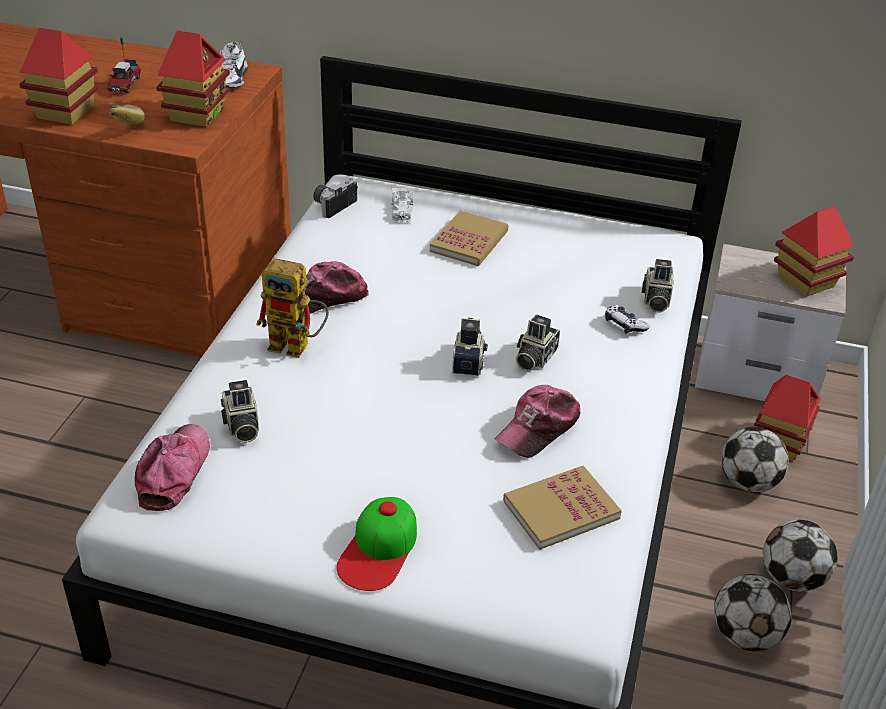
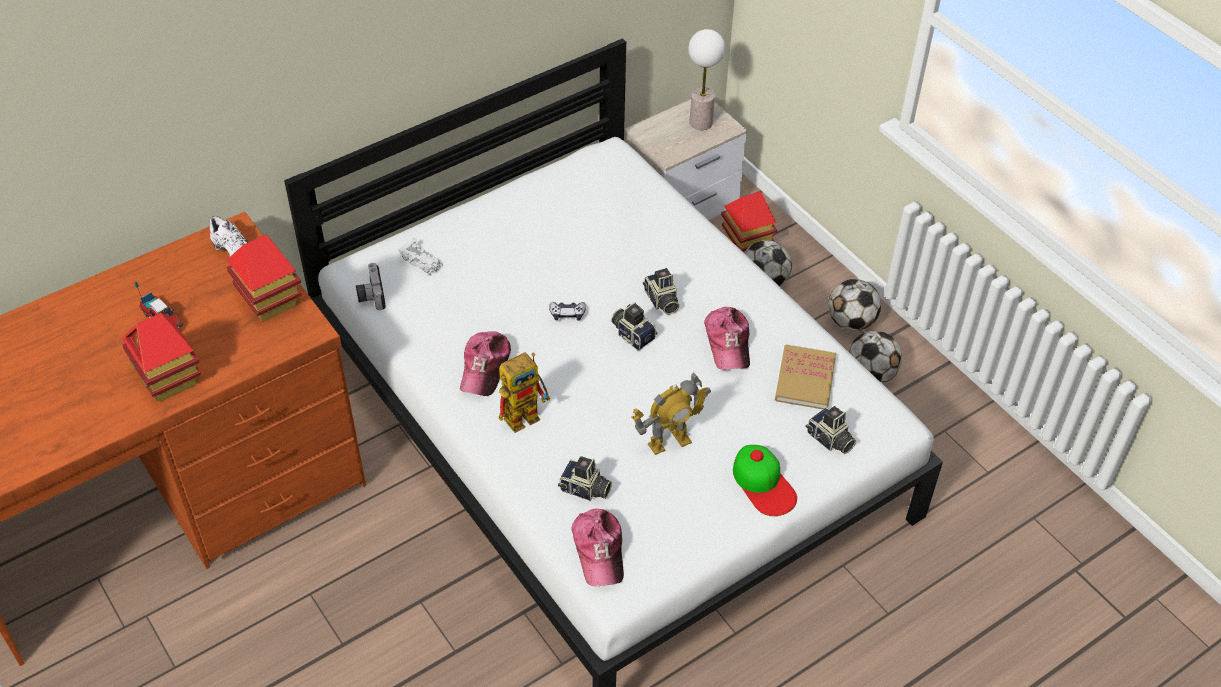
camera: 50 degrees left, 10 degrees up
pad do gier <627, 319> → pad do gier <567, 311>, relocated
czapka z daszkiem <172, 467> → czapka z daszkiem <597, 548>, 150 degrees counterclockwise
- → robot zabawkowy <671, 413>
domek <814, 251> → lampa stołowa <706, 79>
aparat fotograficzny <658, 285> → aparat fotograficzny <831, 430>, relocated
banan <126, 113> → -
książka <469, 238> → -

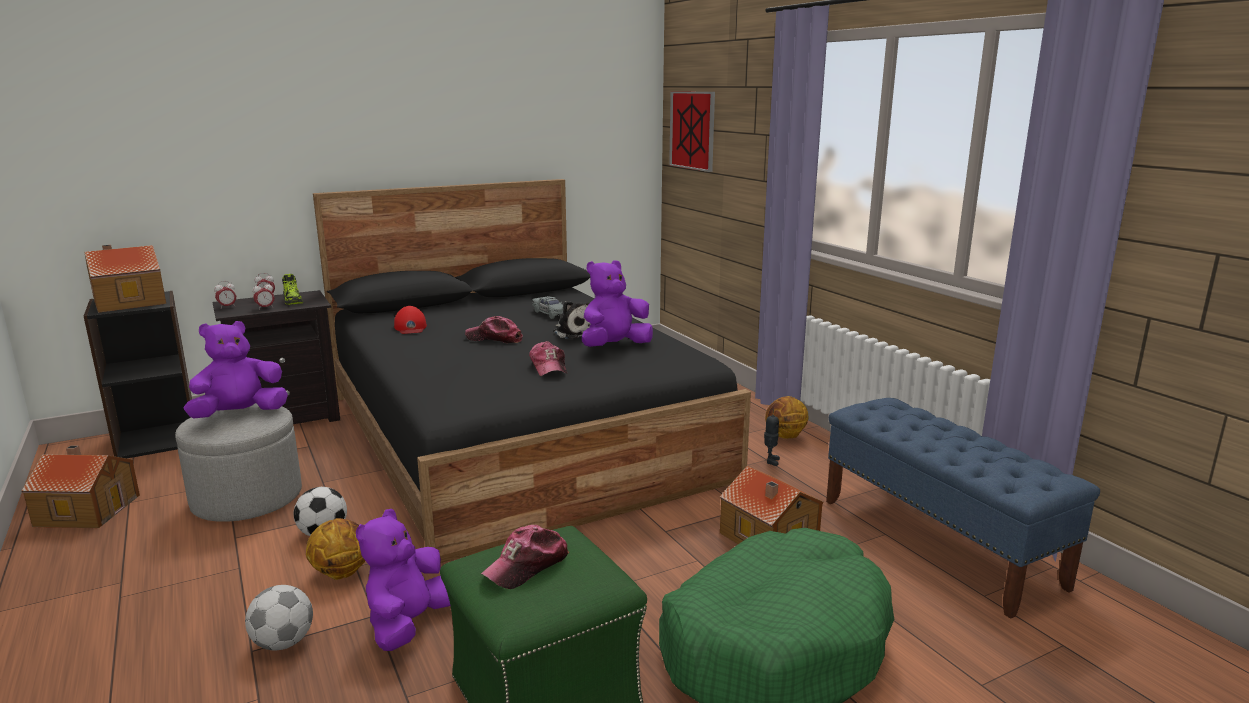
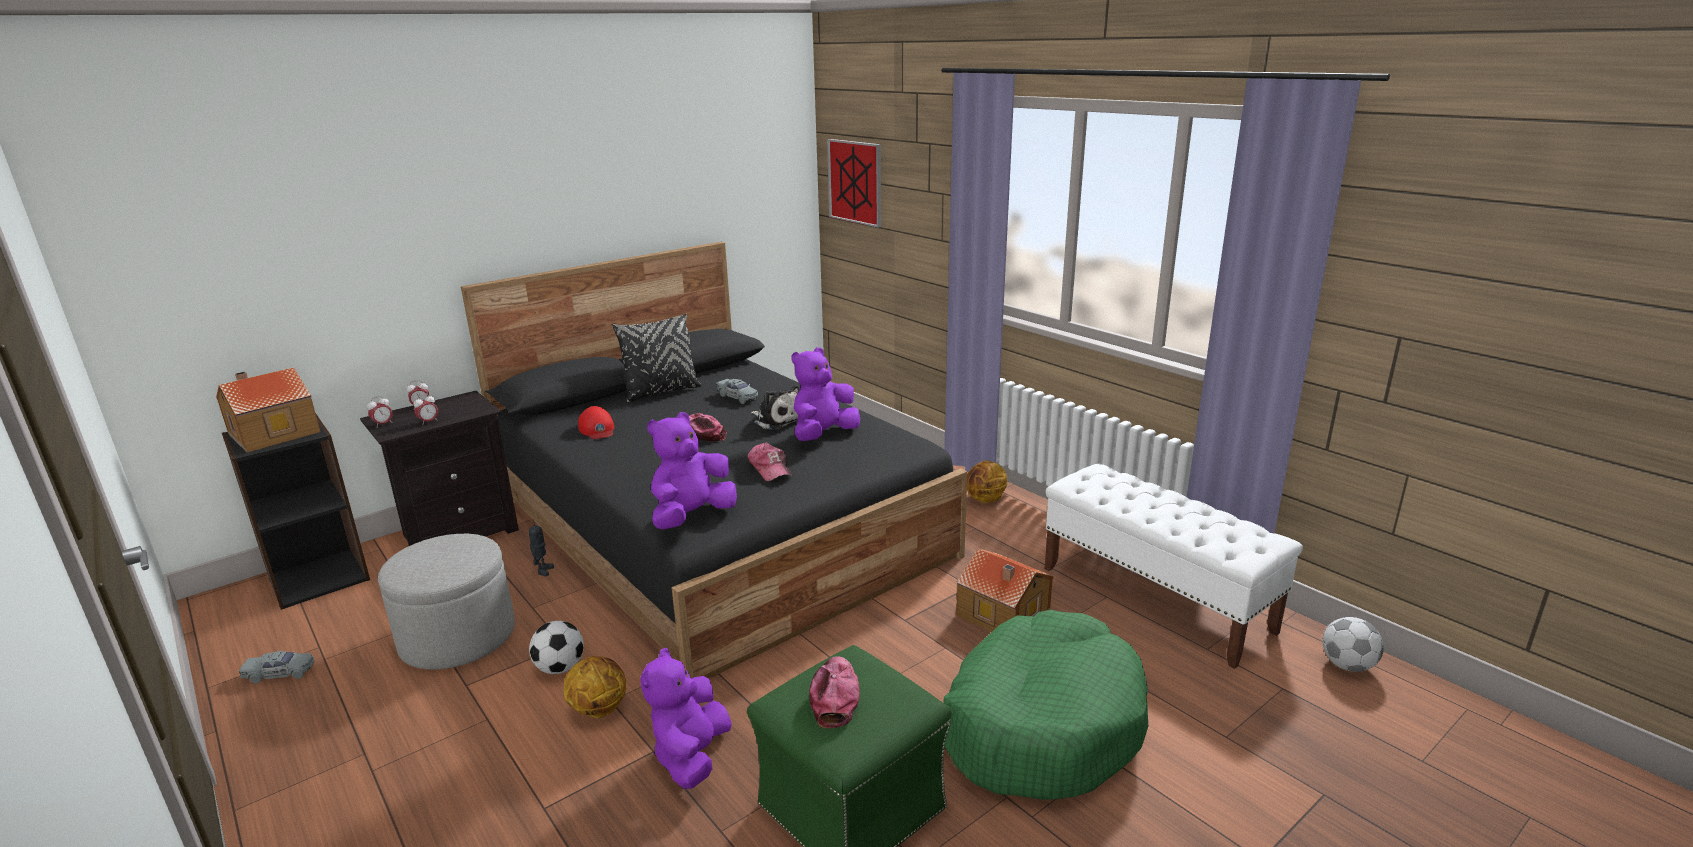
camera: 10 degrees left, 5 degrees up
domek <81, 486> → samochodzik (szary) <276, 666>
robot zabawkowy <772, 437> → robot zabawkowy <541, 548>, relocated
- → poduszka (czarny) <656, 358>
pluszak (fioletowy) <235, 369> → pluszak (fioletowy) <692, 471>, relocated
czapka z daszkiem <525, 557> → czapka z daszkiem <834, 692>, 150 degrees clockwise
ławka (niebieski) <963, 508> → ławka (biały) <1174, 566>
piłka futbolowa <279, 617> → piłka futbolowa <1353, 644>, relocated
but <292, 289> → -

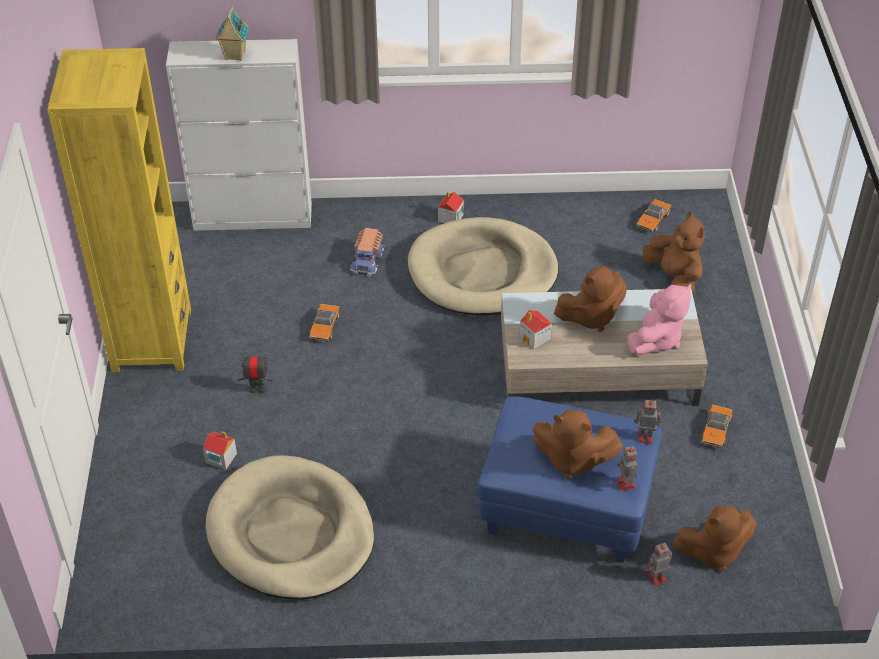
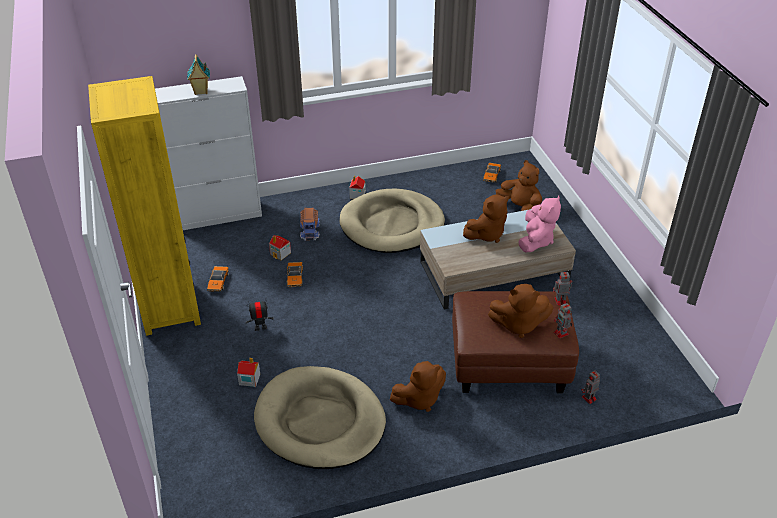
camera: 15 degrees left, 5 degrees down
samochodzik <717, 426> → samochodzik <218, 279>, relocated
domek <535, 329> → domek <280, 247>, relocated
pluszak (brązowy) <714, 538> → pluszak (brązowy) <418, 386>, relocated
pufa (niebieski) <570, 479> → pufa (brązowy) <515, 342>

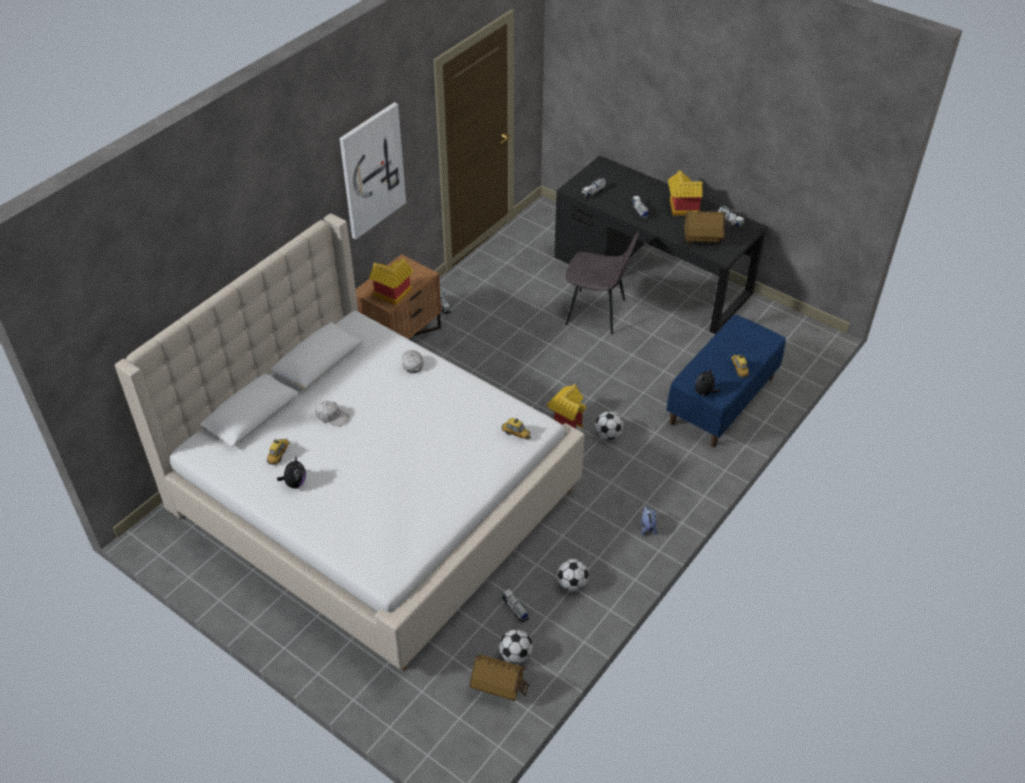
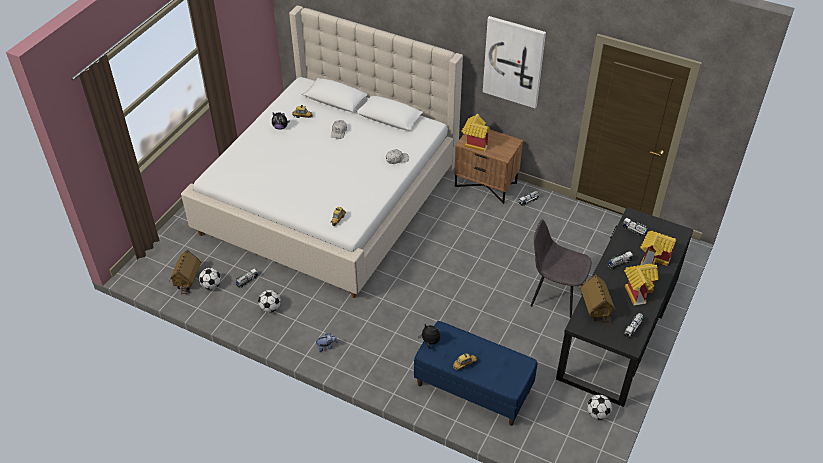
camera: 80 degrees right, 0 degrees up
krzesło (szary) <602, 282> → krzesło (szary) <561, 268>, 105 degrees clockwise
piłka futbolowa <609, 425> → piłka futbolowa <599, 407>, relocated
domek <566, 407> → domek <658, 248>, relocated

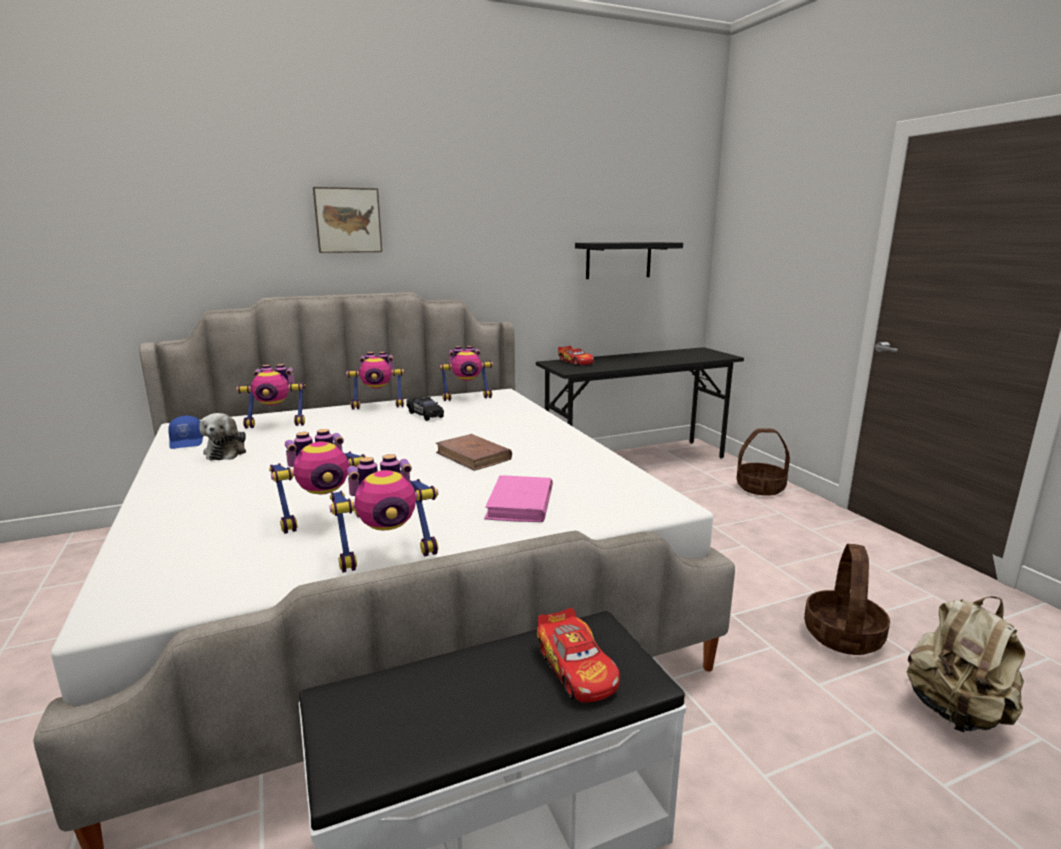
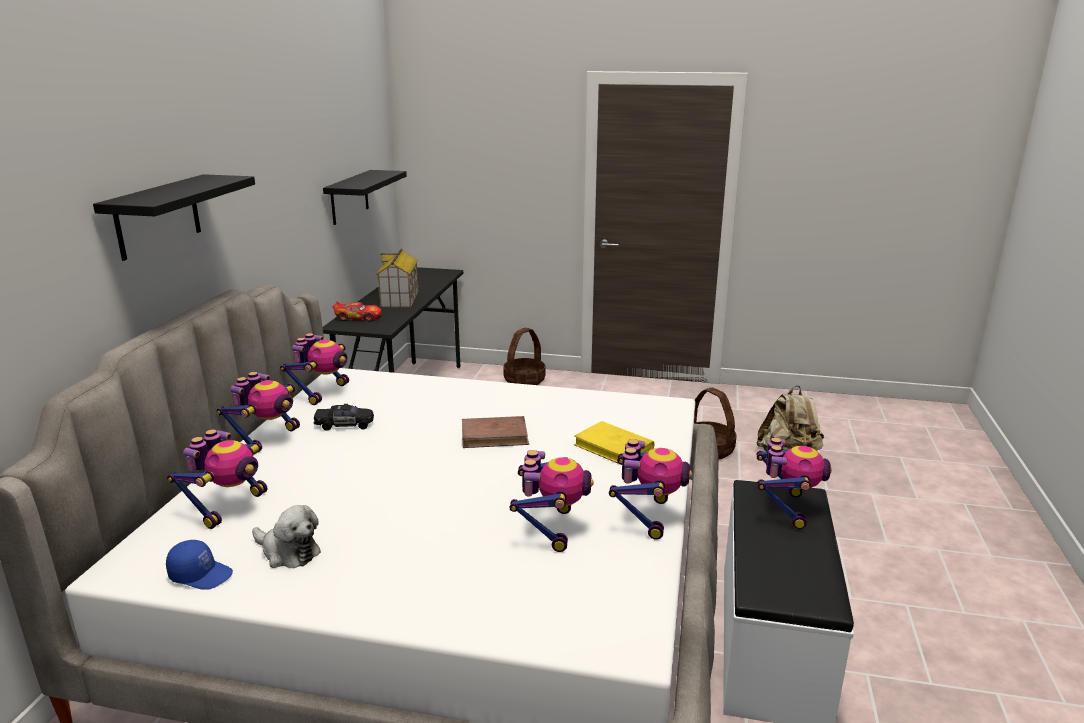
camera: 55 degrees left, 5 degrees up
obraz <347, 220> → półka (czarny) <174, 217>
- → domek <397, 277>
książka (różowy) <518, 498> → książka (żółty) <614, 443>
samochodzik <578, 655> → robot zabawkowy <794, 483>

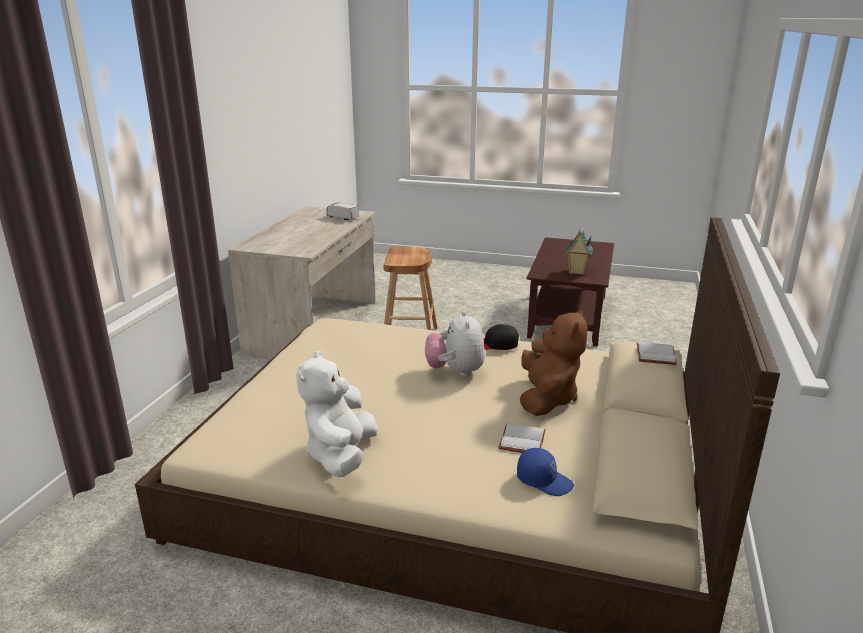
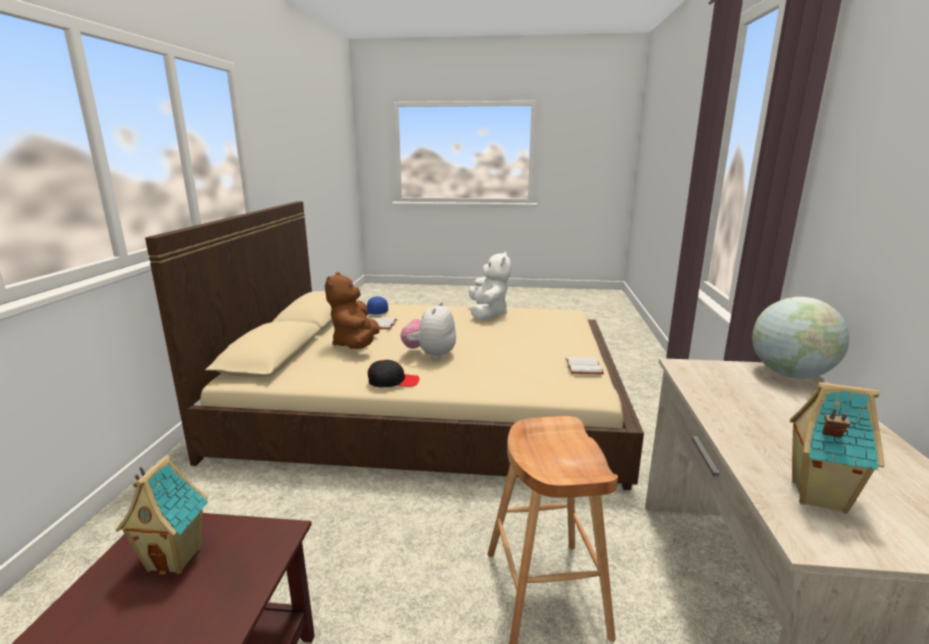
camera: 170 degrees right, 5 degrees down
pluszak <455, 344> → pluszak <428, 331>, 150 degrees counterclockwise
książka (biały) <657, 353> → książka (biały) <584, 365>, relocated
- → globus <800, 337>
ciężarówka zabawkowa <342, 211> → domek <837, 448>

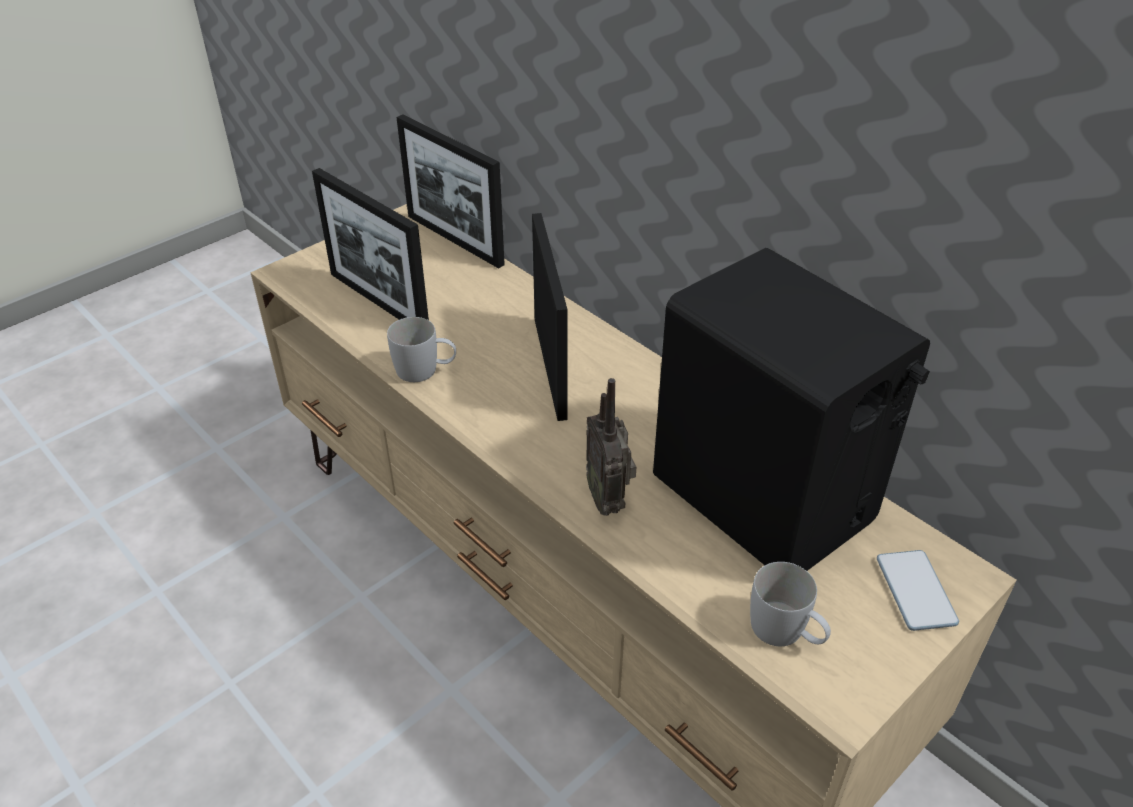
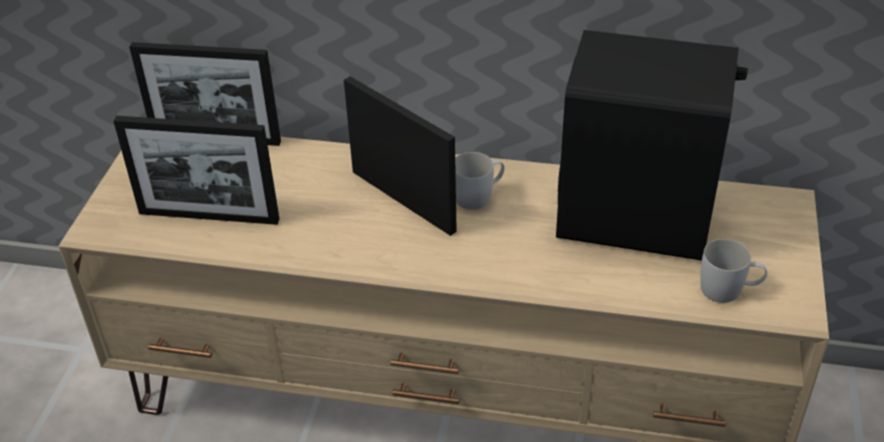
camera: 35 degrees left, 0 degrees up
kubek (biały) <421, 349> → kubek (biały) <479, 181>, relocated
radio <611, 447> → -
telefon <918, 590> → -

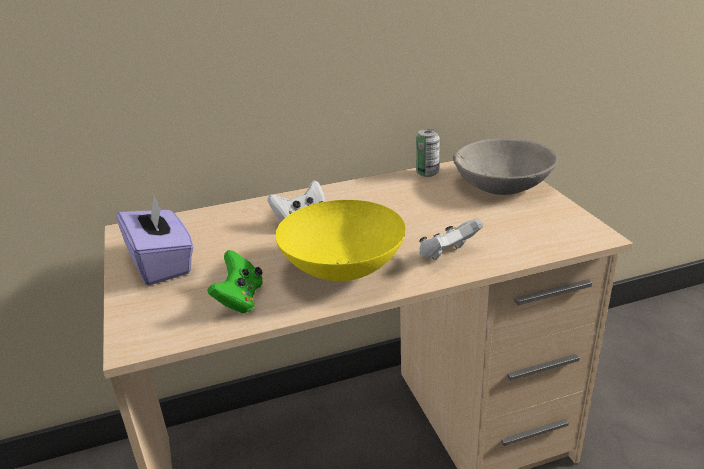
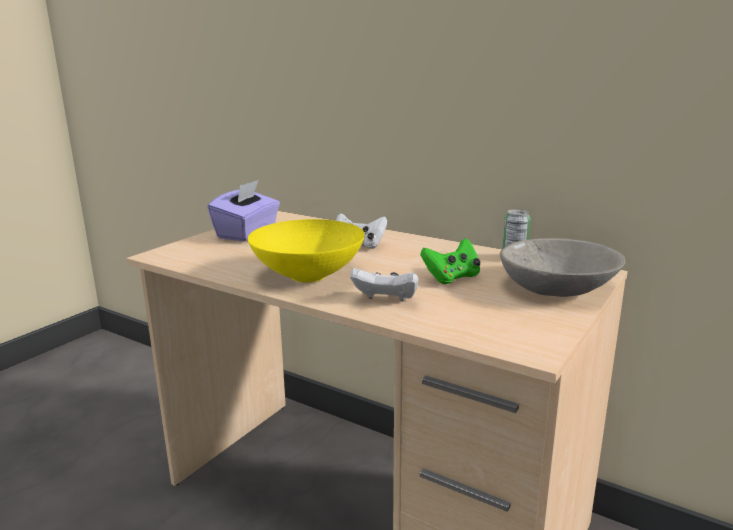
camera: 50 degrees right, 10 degrees down
pad do gier (zielony) <235, 281> → pad do gier (zielony) <450, 261>, relocated

